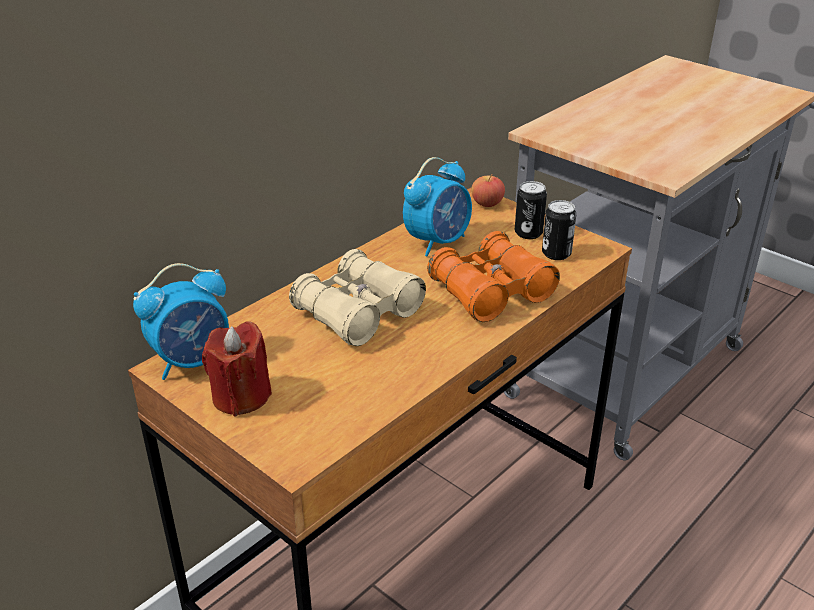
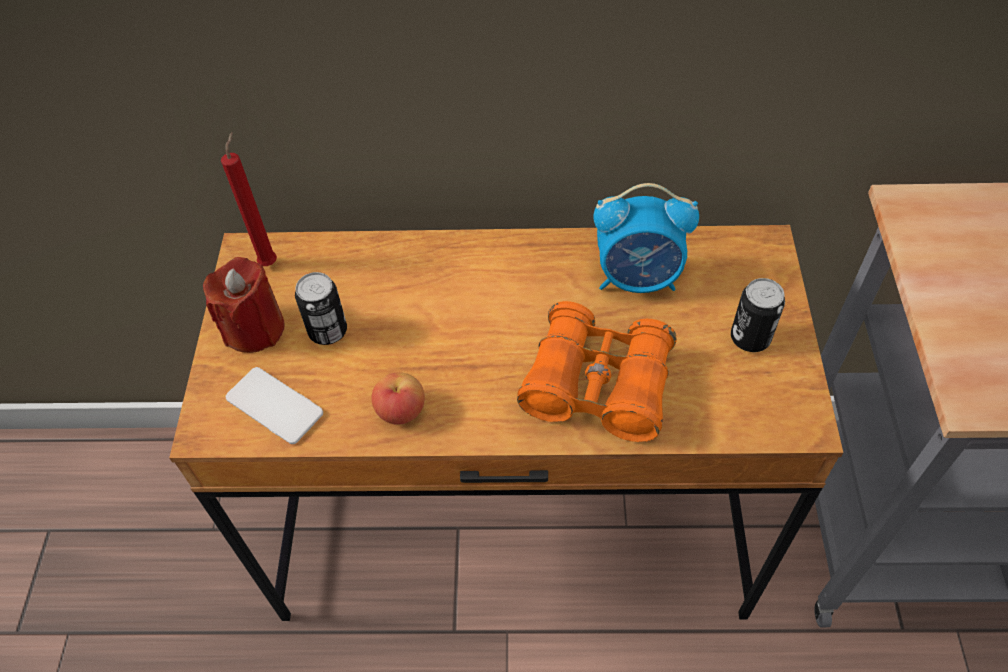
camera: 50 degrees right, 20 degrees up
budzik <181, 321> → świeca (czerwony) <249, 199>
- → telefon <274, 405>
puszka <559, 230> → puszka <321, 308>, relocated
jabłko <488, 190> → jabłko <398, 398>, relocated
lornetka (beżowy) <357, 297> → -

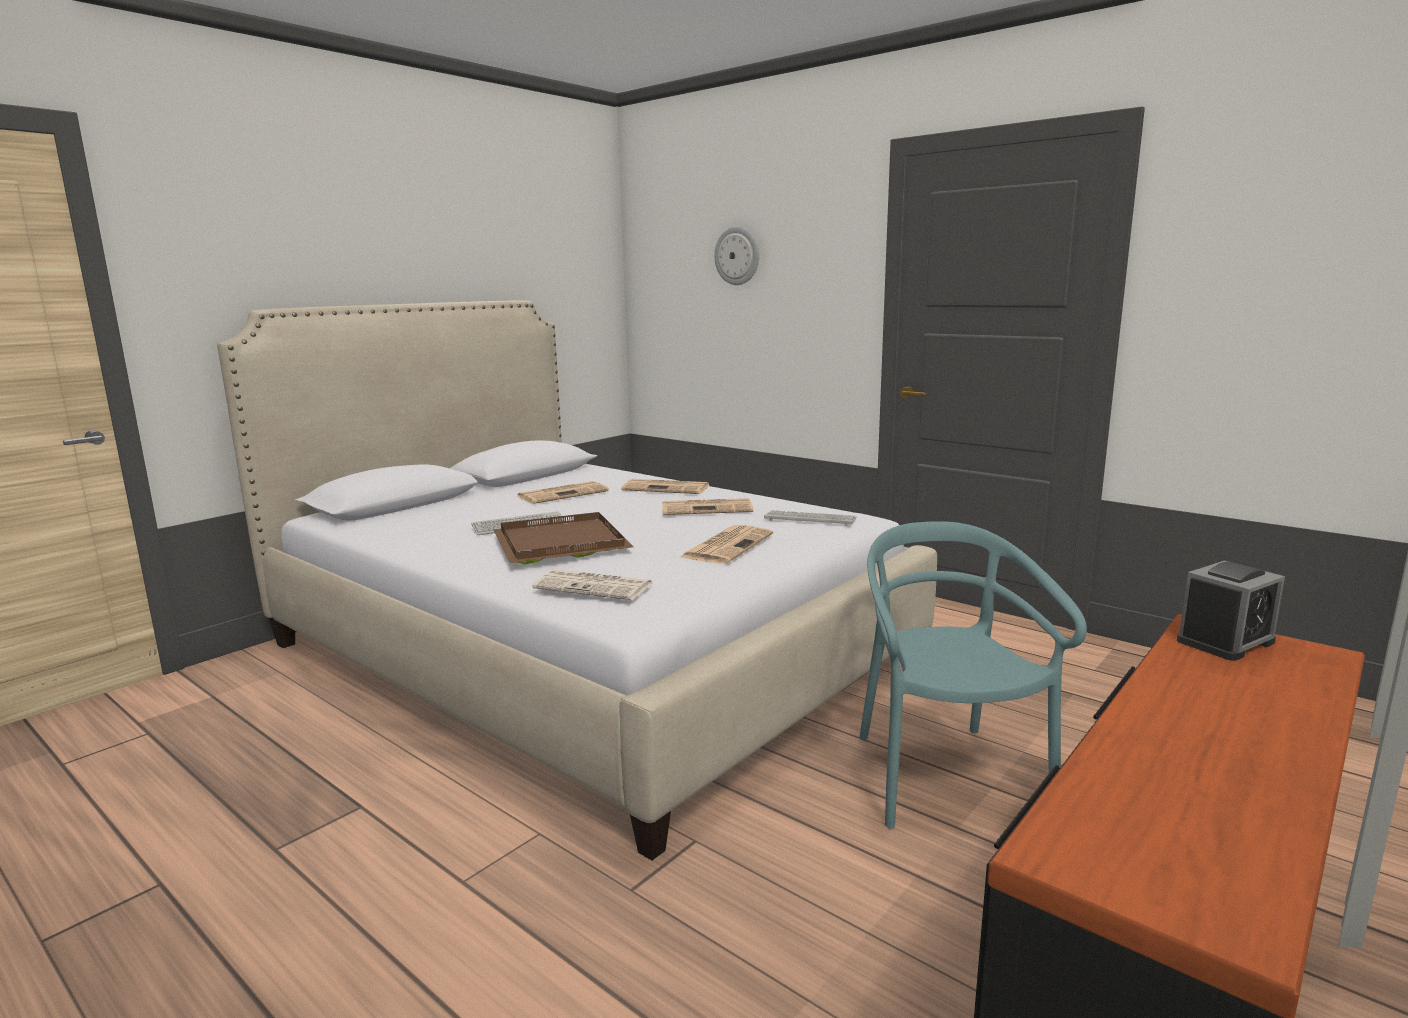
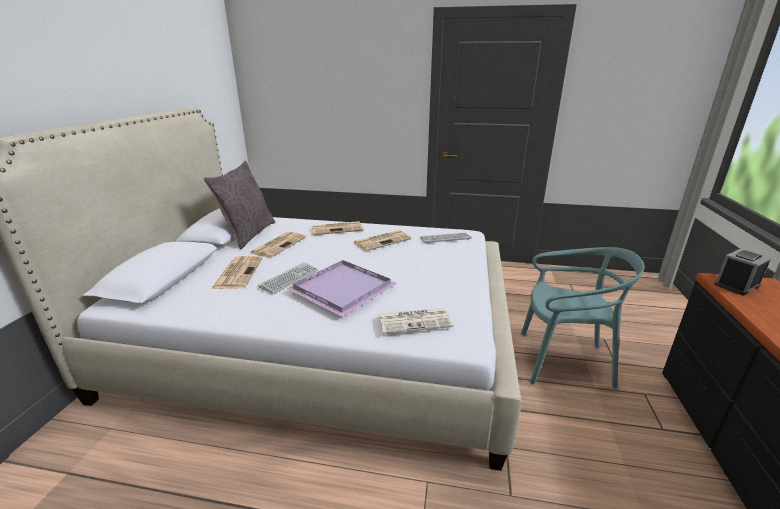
camera: 30 degrees left, 10 degrees up
- → poduszka (szary) <239, 205>
gazeta <726, 544> → gazeta <237, 272>, relocated
taca (brązowy) <563, 538> → taca (fioletowy) <342, 288>
krzesło (turkusowy) <973, 674> → krzesło (turkusowy) <583, 318>, 135 degrees clockwise
budzik <1231, 611> → budzik <743, 272>, 150 degrees counterclockwise
zegar ścienny <736, 255> → -

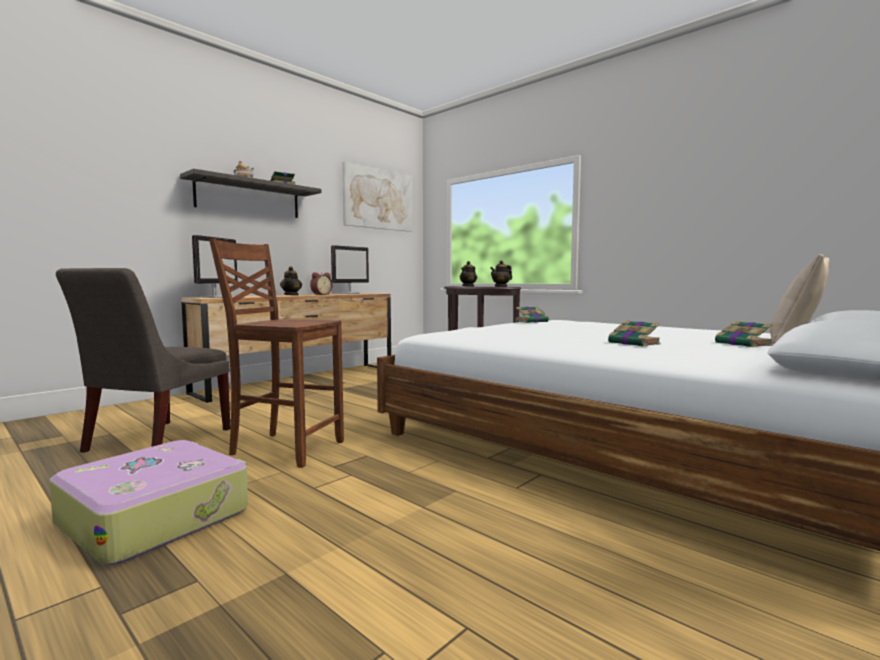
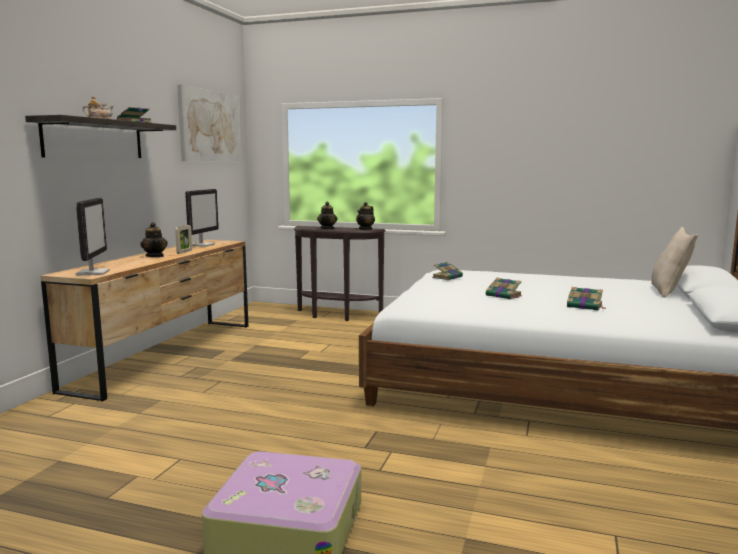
camera: 25 degrees left, 5 degrees up
budzik <321, 283> → ramka na zdjęcie <183, 239>
książka <744, 334> → książka <504, 289>, relocated
krzesło (szary) <143, 360> → -
krzesło (brązowy) <276, 353> → -

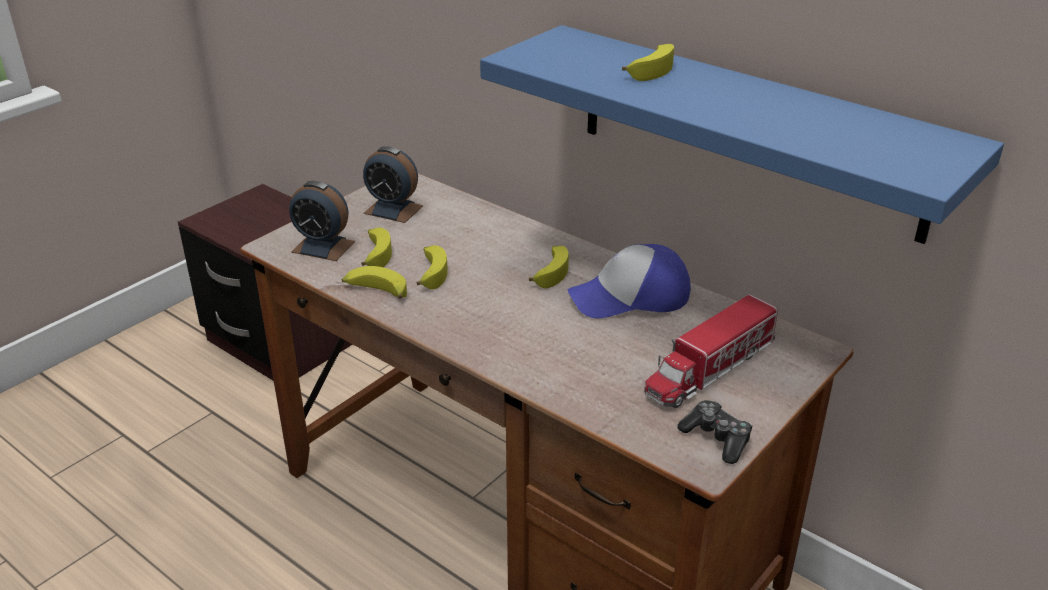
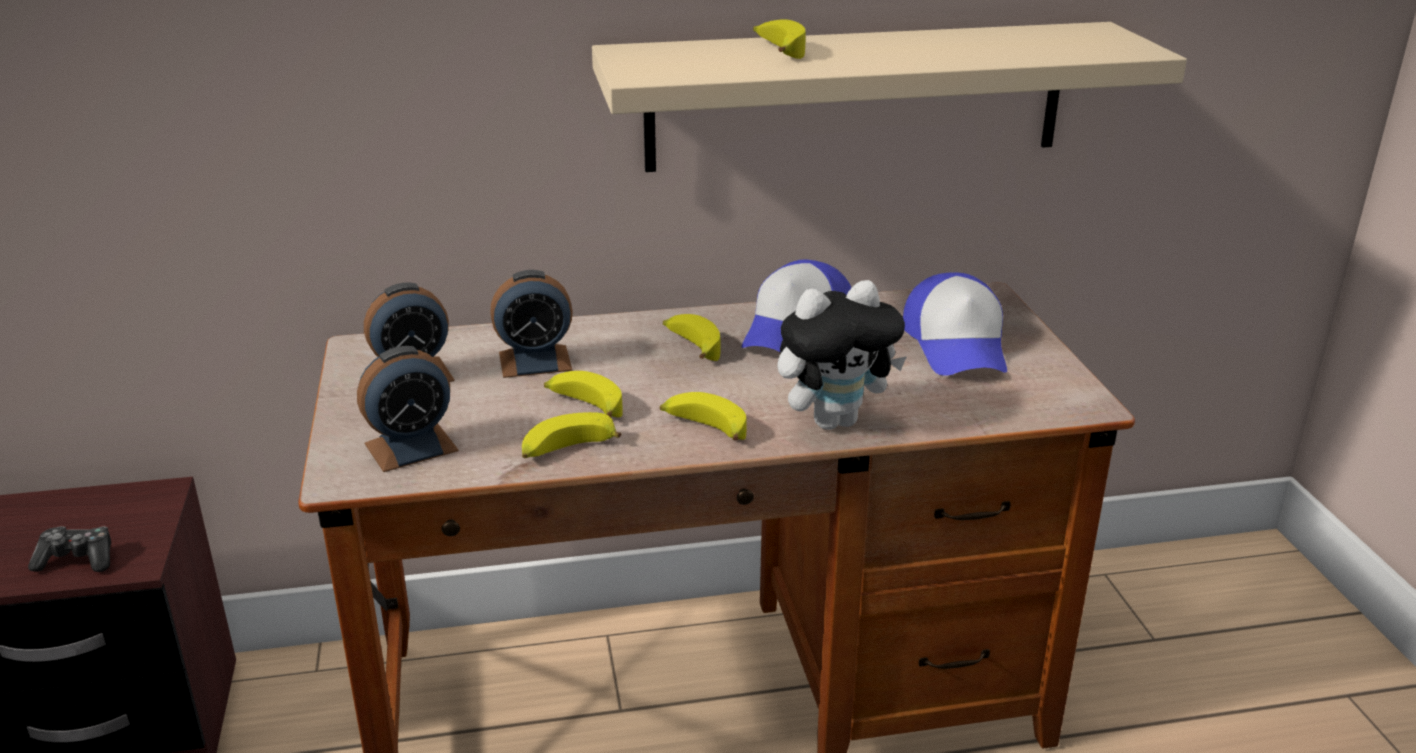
camera: 50 degrees left, 5 degrees down
pad do gier <715, 432> → pad do gier <69, 549>, relocated
- → budzik <531, 324>
półka (niebieski) <742, 134> → półka (beżowy) <889, 97>
banan <376, 247> → banan <703, 416>, relocated
- → pluszak <842, 355>
ciężarówka zabawkowa <711, 351> → czapka z daszkiem <955, 324>

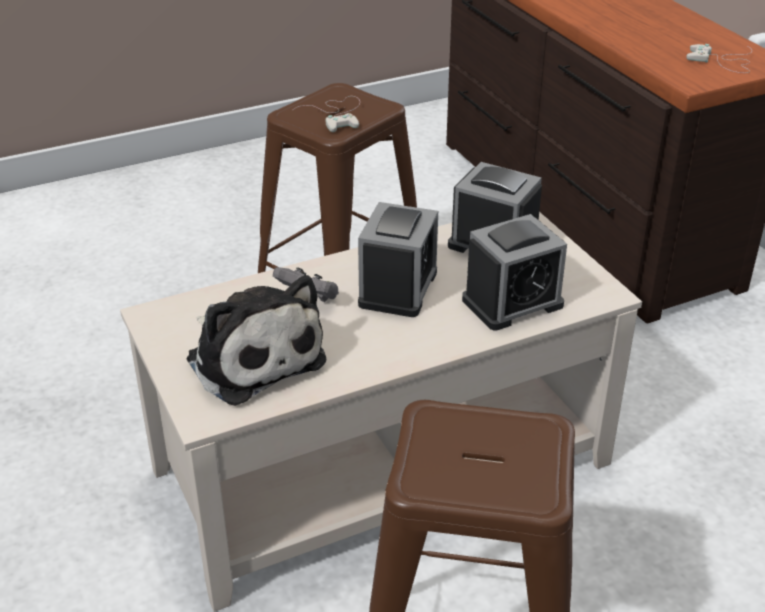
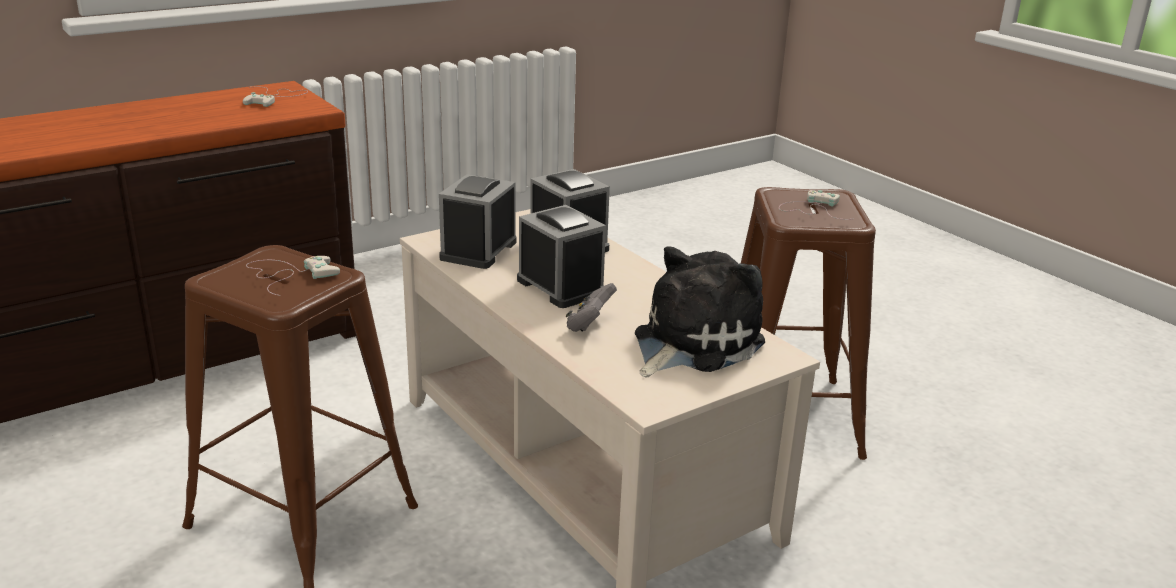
camera: 100 degrees left, 10 degrees down
budzik <398, 259> → budzik <561, 256>, 45 degrees clockwise
- → pad do gier (biały) <814, 205>

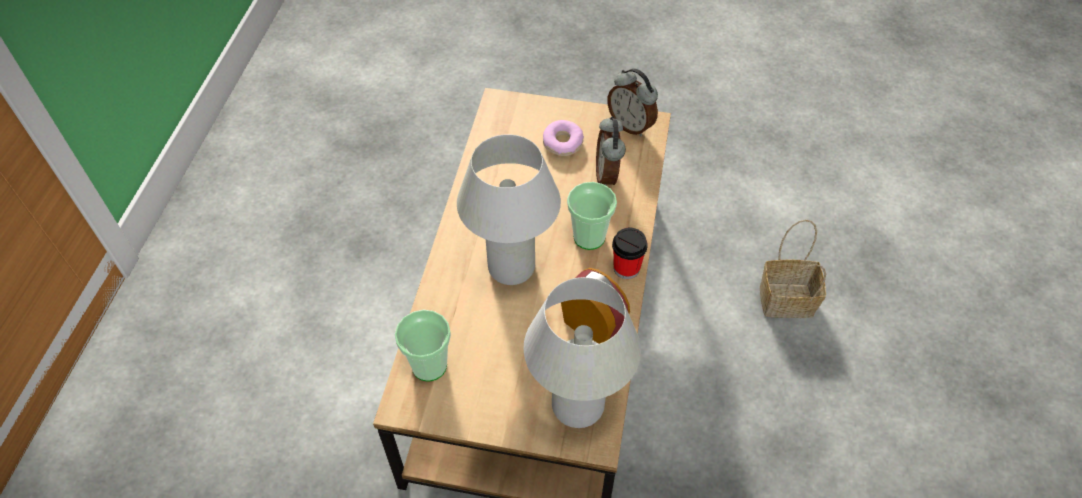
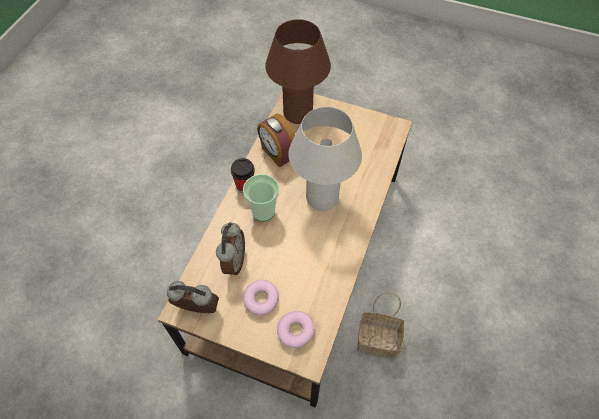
camera: 170 degrees left, 5 degrees up
budzik <633, 102> → budzik <193, 297>, 45 degrees counterclockwise
lampa stołowa (biały) <582, 352> → lampa stołowa (brązowy) <298, 71>
- → donut <295, 330>
koszyk <793, 269> → koszyk <380, 325>, relocated
filiżanka <423, 346> → -

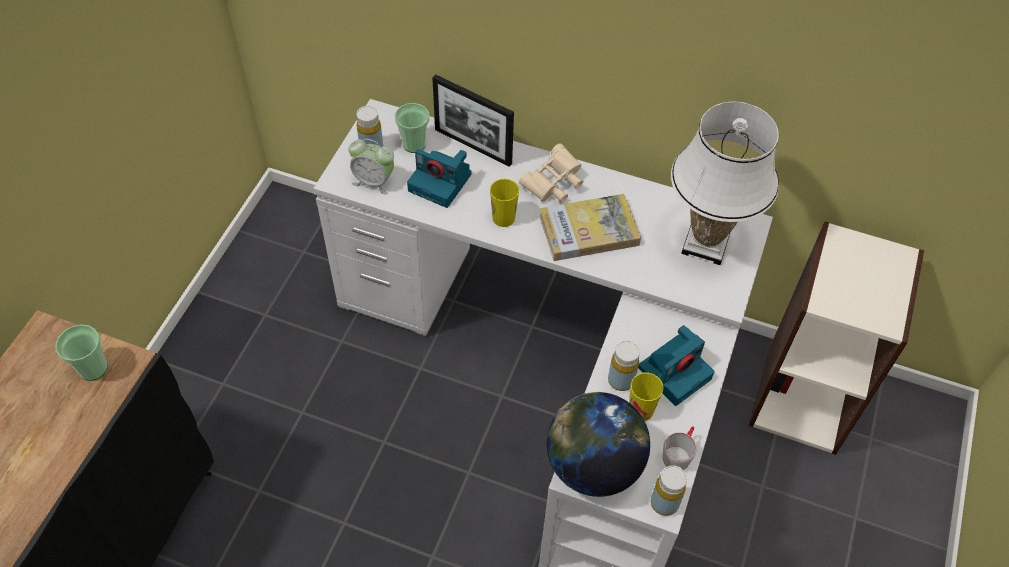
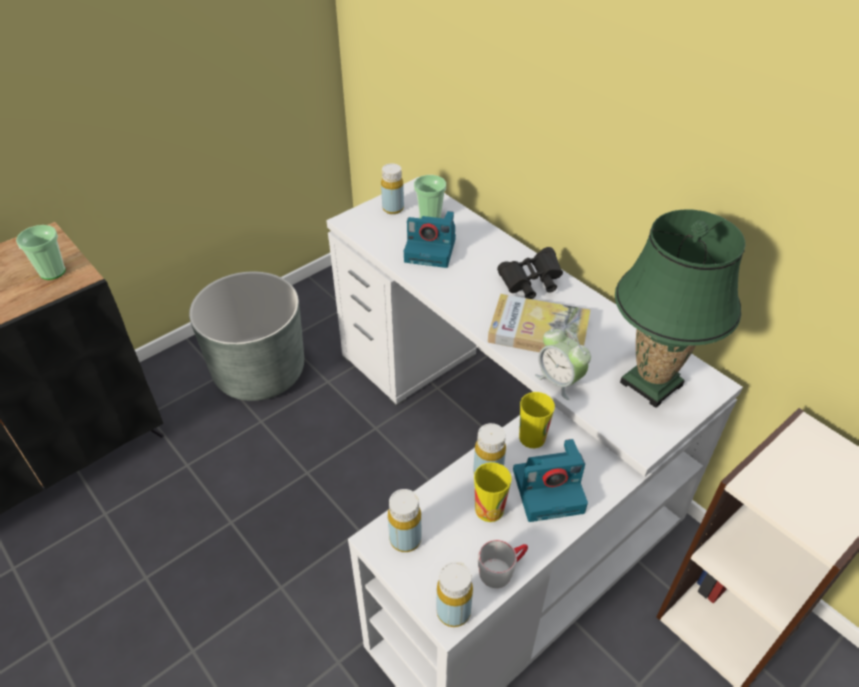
camera: 30 degrees right, 10 degrees down
- → donica (szary) <246, 336>
globus <598, 444> → butelka (żółty) <405, 520>
aparat fotograficzny <439, 178> → aparat fotograficzny <430, 239>, 45 degrees counterclockwise
lornetka (beżowy) <551, 173> → lornetka (czarny) <530, 273>
filiżanka <504, 203> → filiżanka <537, 420>, relocated
budzik <371, 167> → budzik <563, 364>, relocated
lampa stołowa (biały) <725, 183> → lampa stołowa (zielony) <680, 308>
ramka na zdjęcie <473, 120> → -

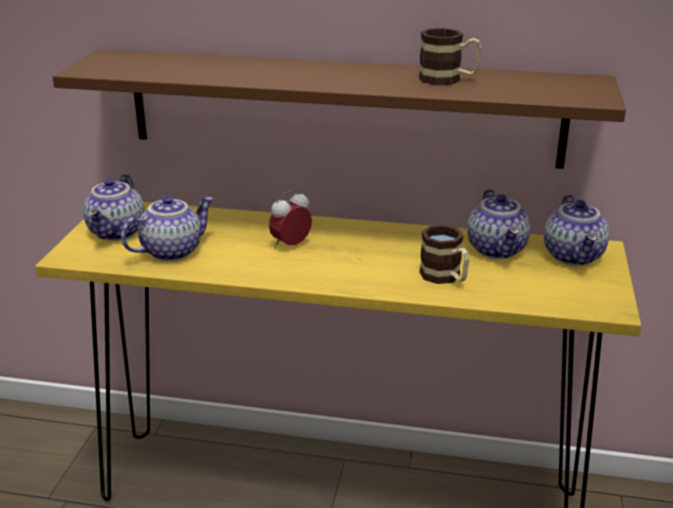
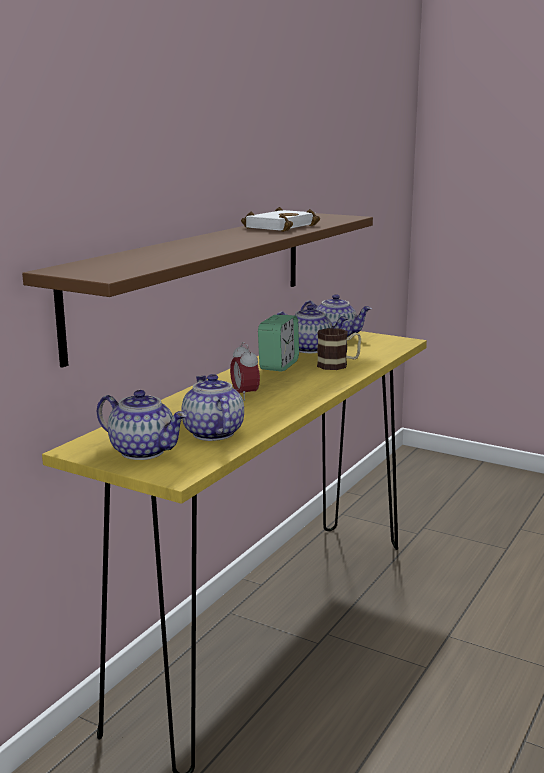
camera: 70 degrees left, 10 degrees down
kubek <450, 56> → książka (biały) <280, 219>
- → budzik <278, 343>

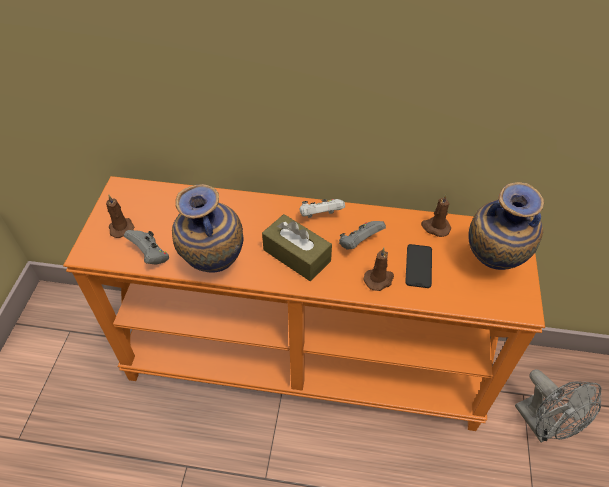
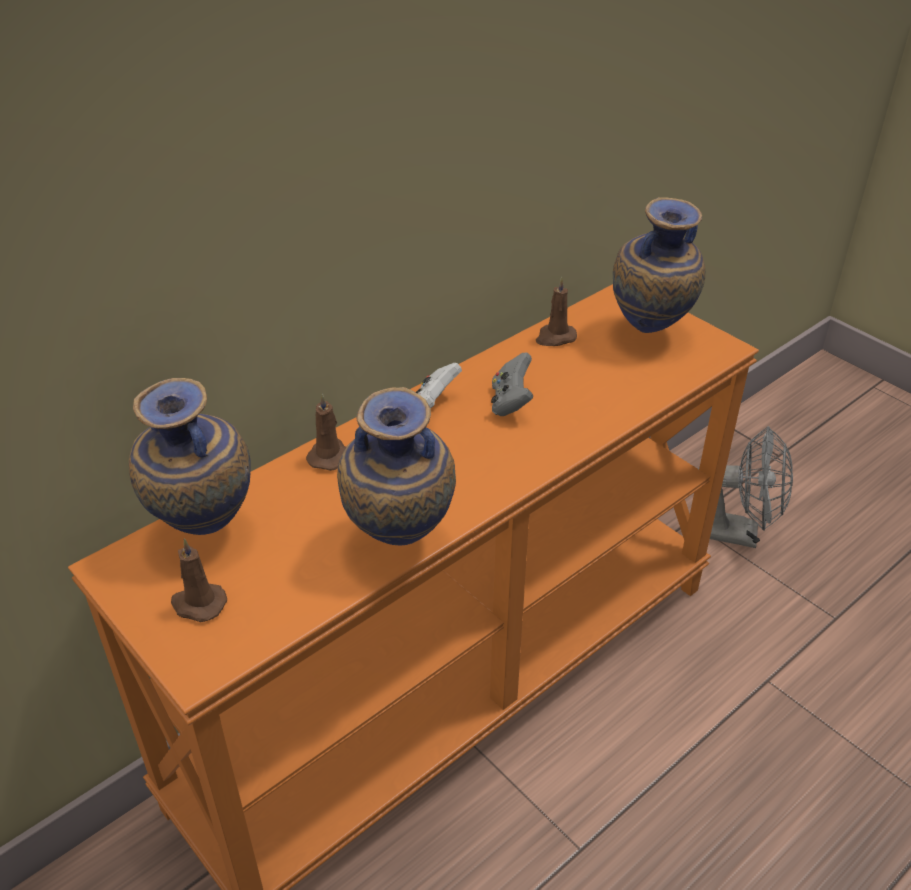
camera: 50 degrees left, 10 degrees down
- → wazon <190, 456>
świeca (brązowy) <379, 269> → świeca (brązowy) <326, 432>, relocated
pad do gier (szary) <146, 247> → -
pudełko chusteczek (brązowy) <297, 247> → -
telefon <418, 266> → -

